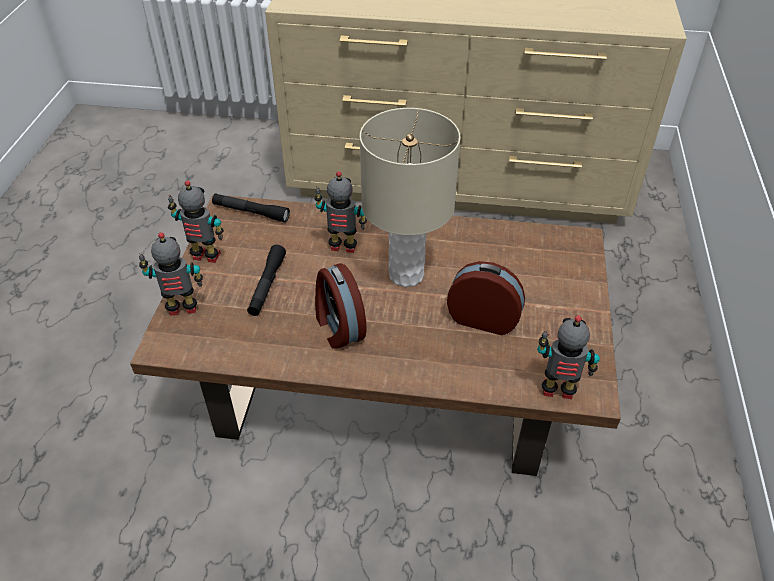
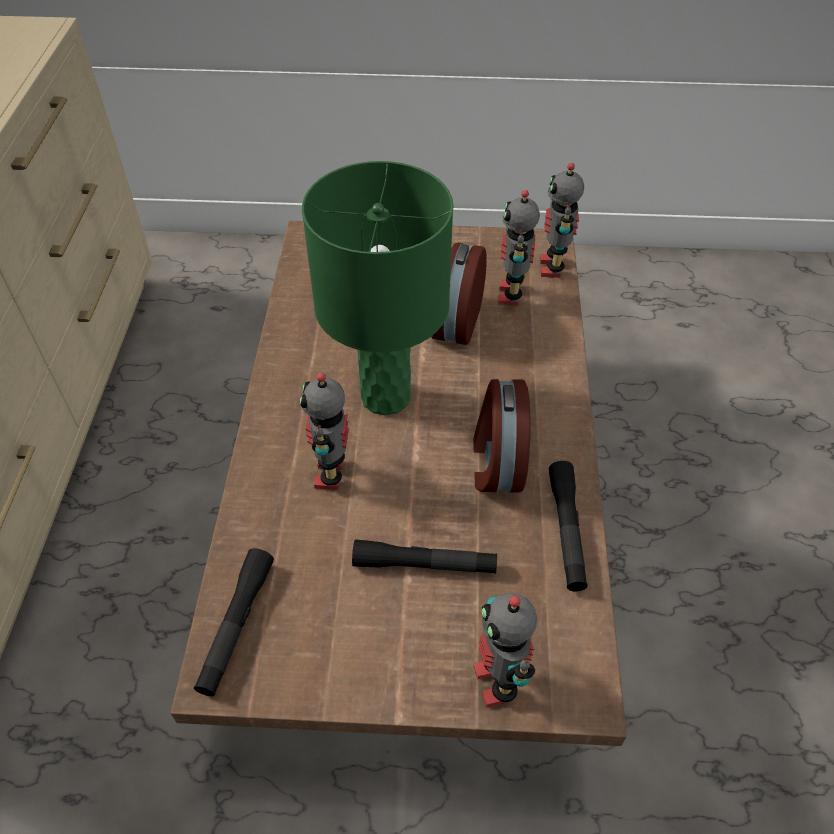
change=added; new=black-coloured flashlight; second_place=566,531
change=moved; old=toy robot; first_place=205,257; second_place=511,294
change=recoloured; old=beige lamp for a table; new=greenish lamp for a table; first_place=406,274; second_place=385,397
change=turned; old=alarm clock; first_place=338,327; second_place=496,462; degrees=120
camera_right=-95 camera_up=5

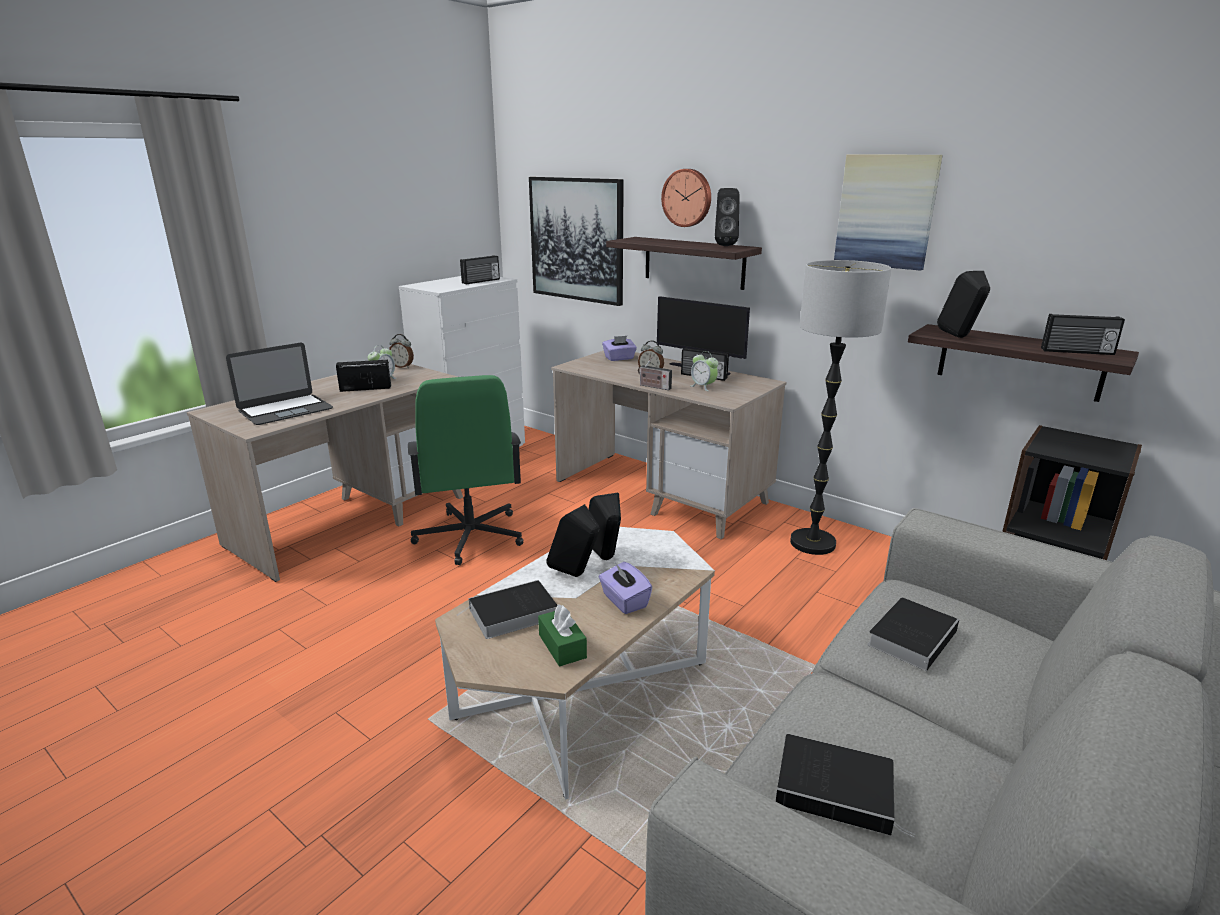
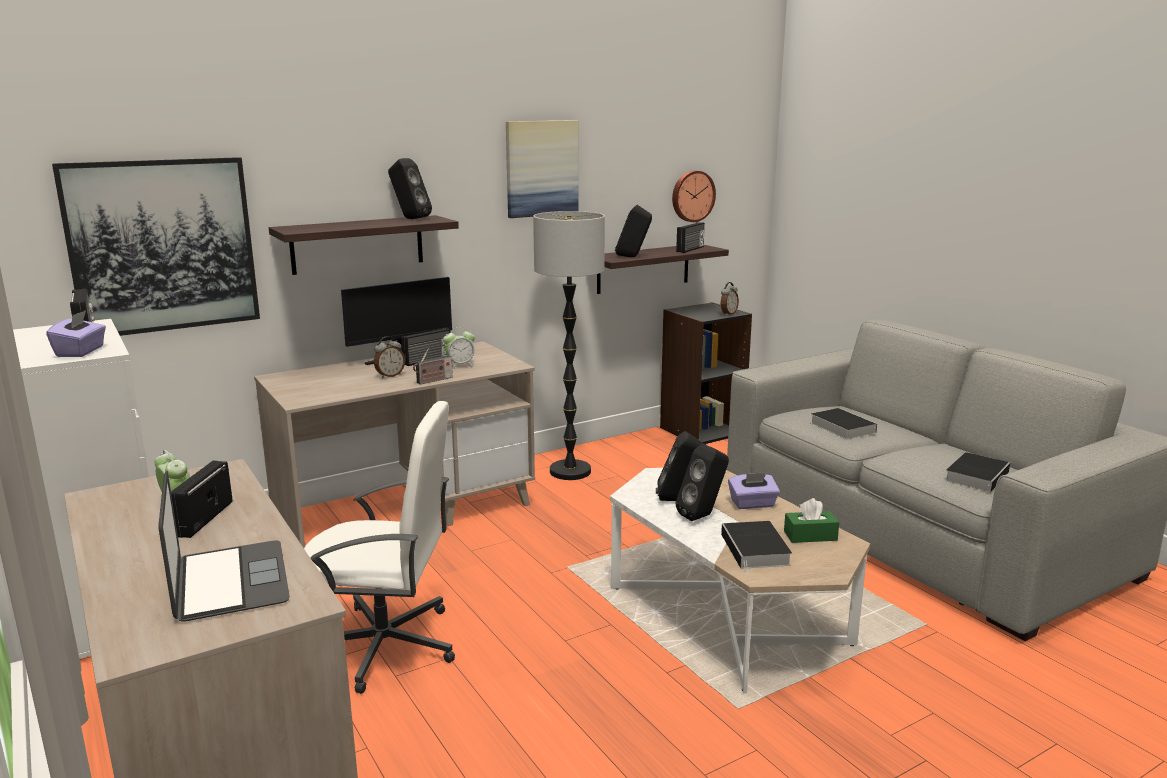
change=moved; old=alarm clock; first_place=402,367; second_place=728,314
change=moved; old=purple tissue box; first_place=619,358; second_place=81,352
change=moved; old=wall clock; first_place=687,198; second_place=692,196
change=recoloured; old=greenish office chair; new=white-coloured office chair; first_place=470,537; second_place=386,645
camera_right=-70 camera_up=-5

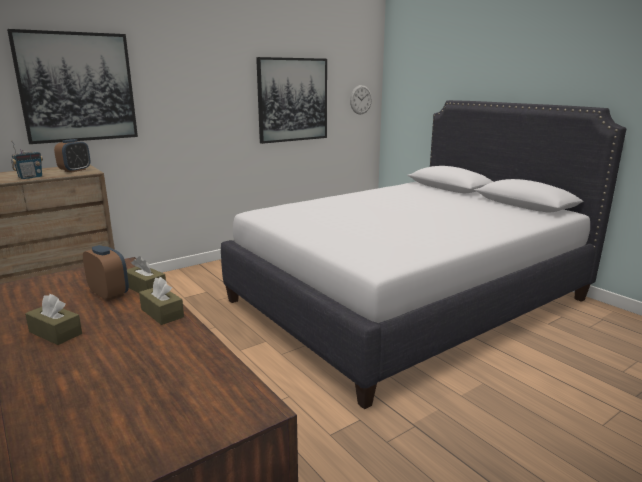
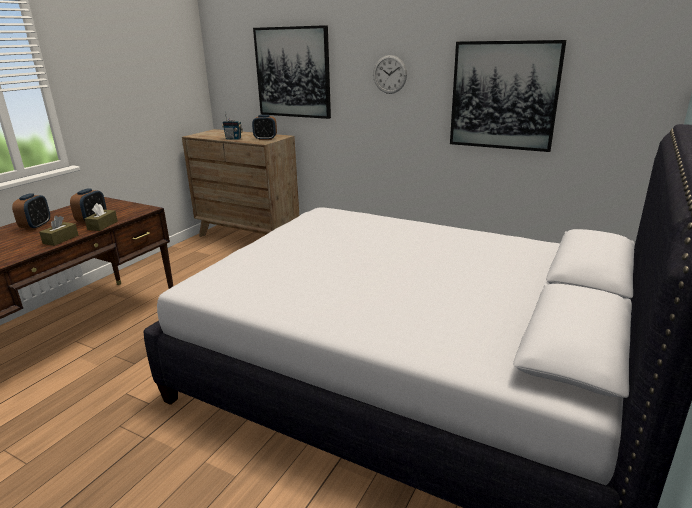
change=moved; old=wall clock; first_place=361,99; second_place=389,74
change=replaced; old=brownish tissue box; new=alarm clock; first_place=55,333; second_place=36,226
camera_right=65 camera_up=5

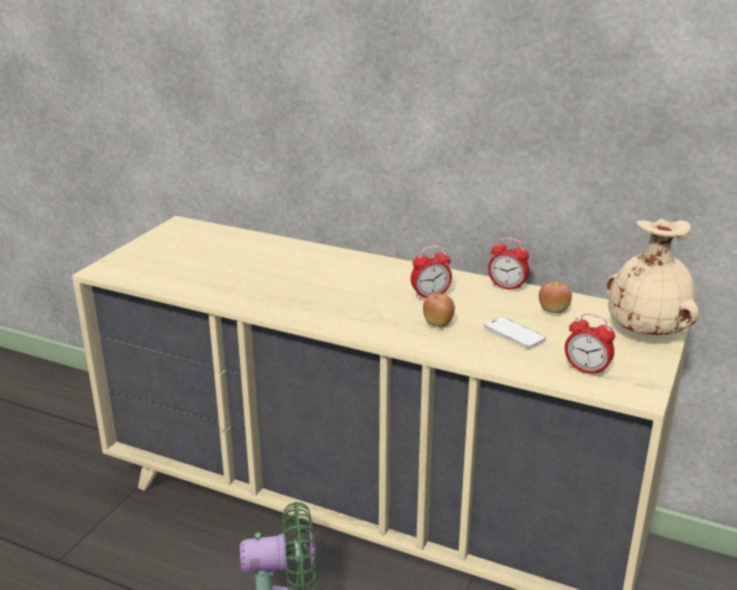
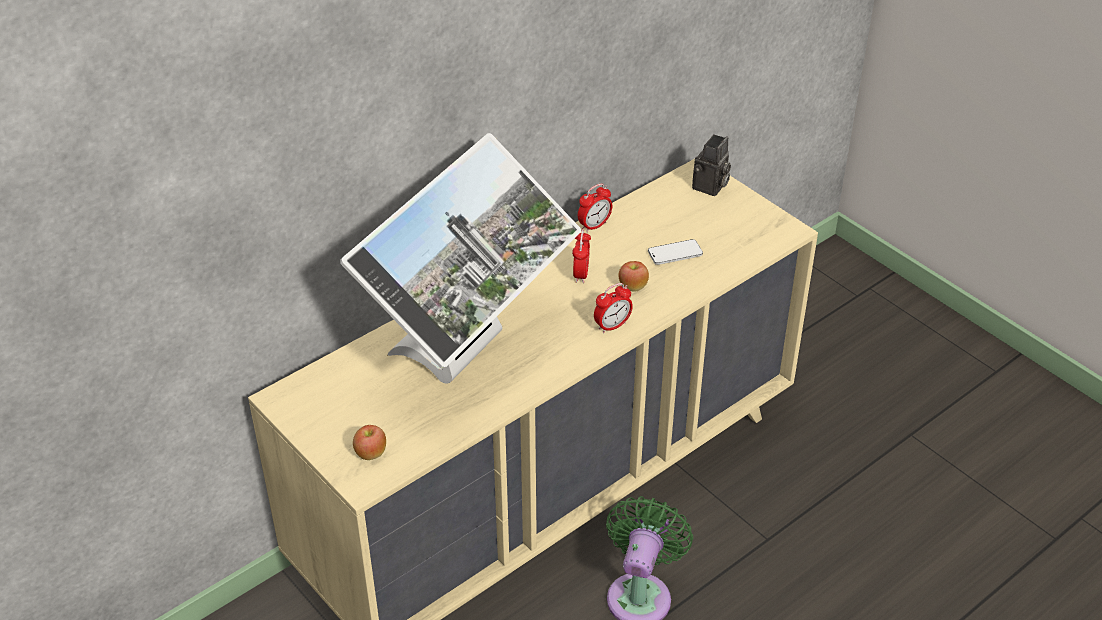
change=added; new=computer display; second_place=468,355
change=moved; old=apple fruit; first_place=553,311; second_place=371,454
change=moved; old=alarm clock; first_place=586,370; second_place=612,326
change=replaced; old=beige vase; new=photo camera; first_place=647,331; second_place=710,187
camera_right=-65 camera_up=15

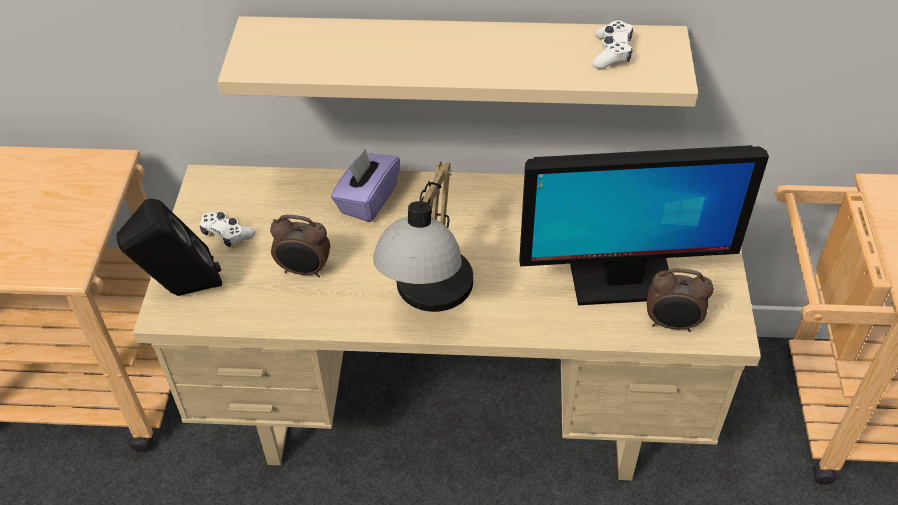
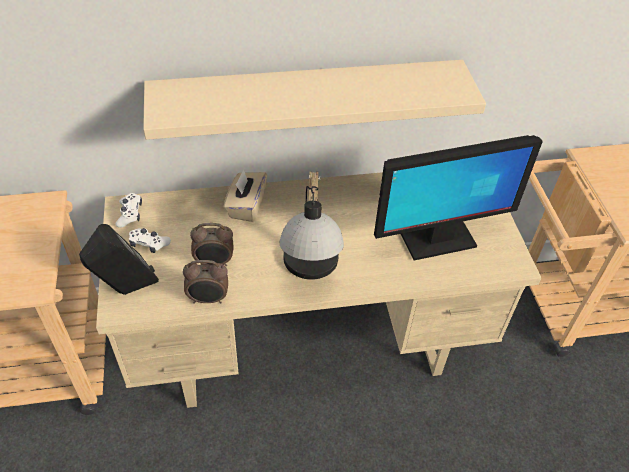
change=moved; old=white-coloured game controller; first_place=611,52; second_place=130,214
change=moved; old=alarm clock; first_place=672,324; second_place=208,299
change=recoloured; old=purple tissue box; new=beige tissue box; first_place=367,200; second_place=246,206
camera_right=-15 camera_up=0

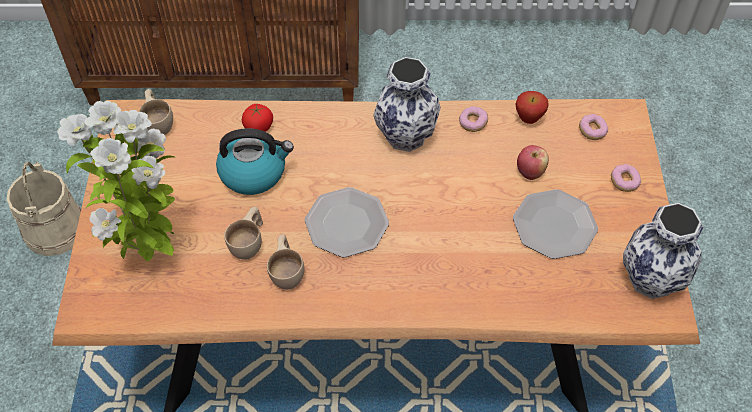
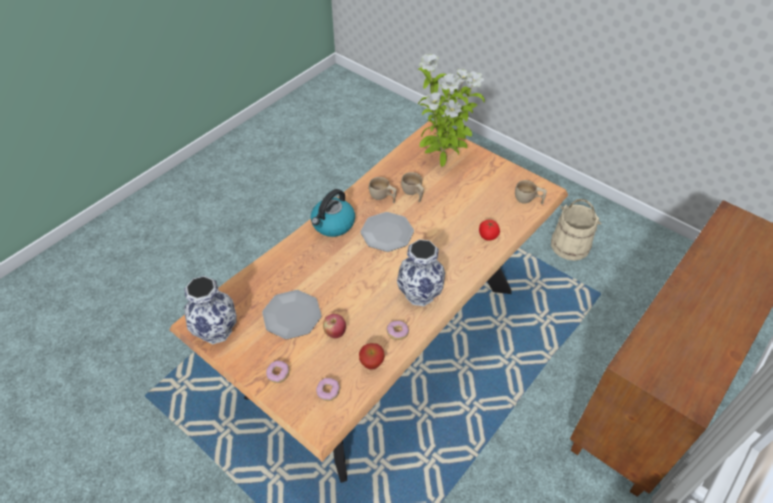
change=moved; old=water kettle; first_place=254,172; second_place=333,224
camera_right=130 camera_up=-5

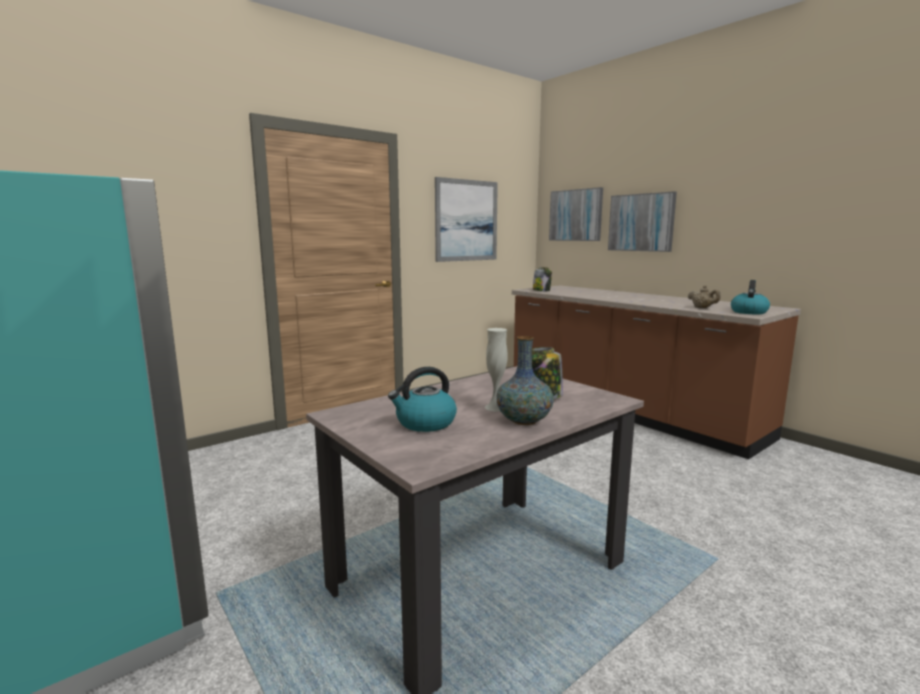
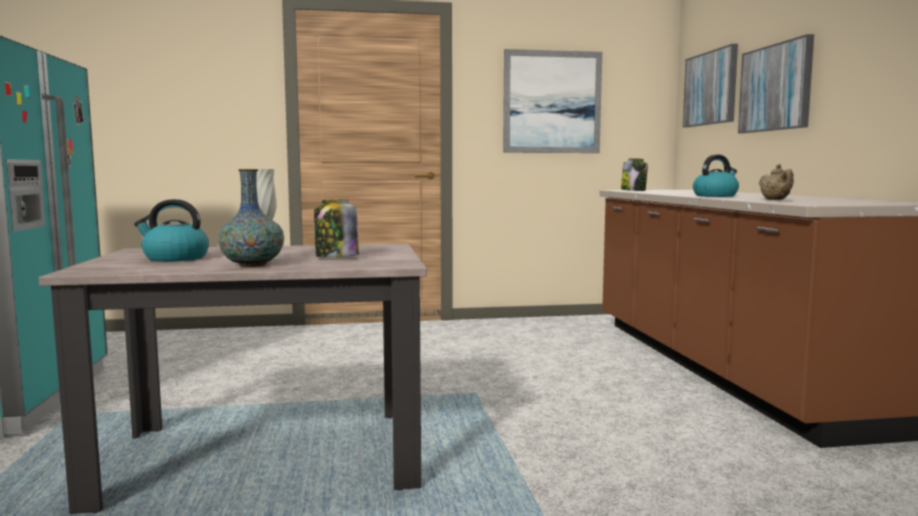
change=moved; old=water kettle; first_place=748,312; second_place=715,196
camera_right=30 camera_up=-5

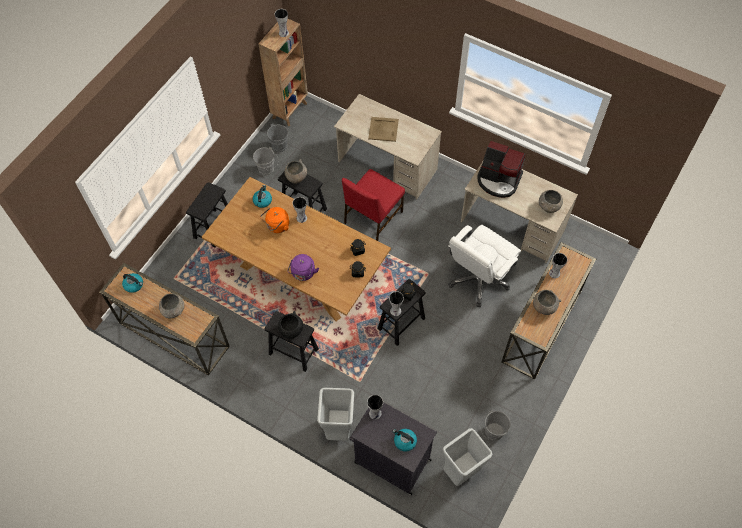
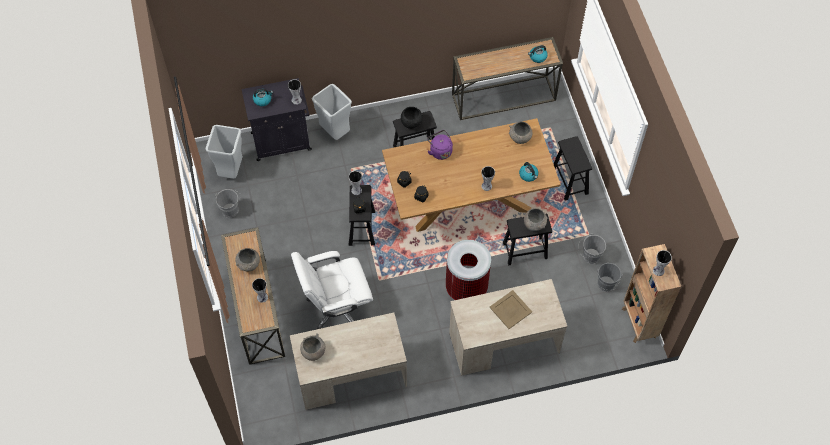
change=removed; old=orangey water kettle; first_place=277,226
change=removed; old=coffee machine; first_place=498,180
change=moved; old=greyish bowl; first_place=174,310; second_place=520,138
change=replaced; old=red-coloured chair; new=waste bin; first_place=372,218; second_place=466,288
change=turned; old=white-coloured office chair; first_place=478,279; second_place=337,307; degrees=-105
camera_right=135 camera_up=0

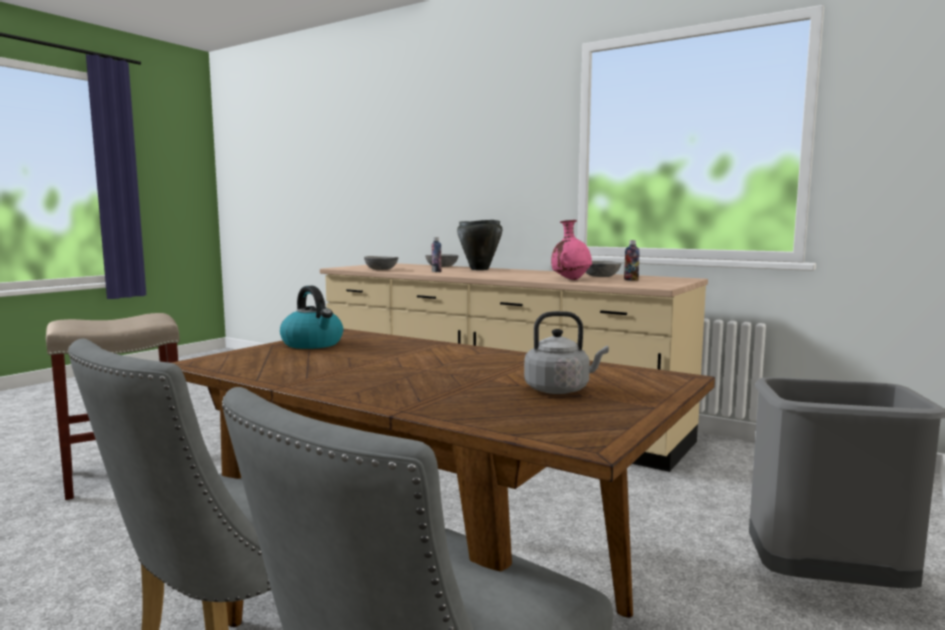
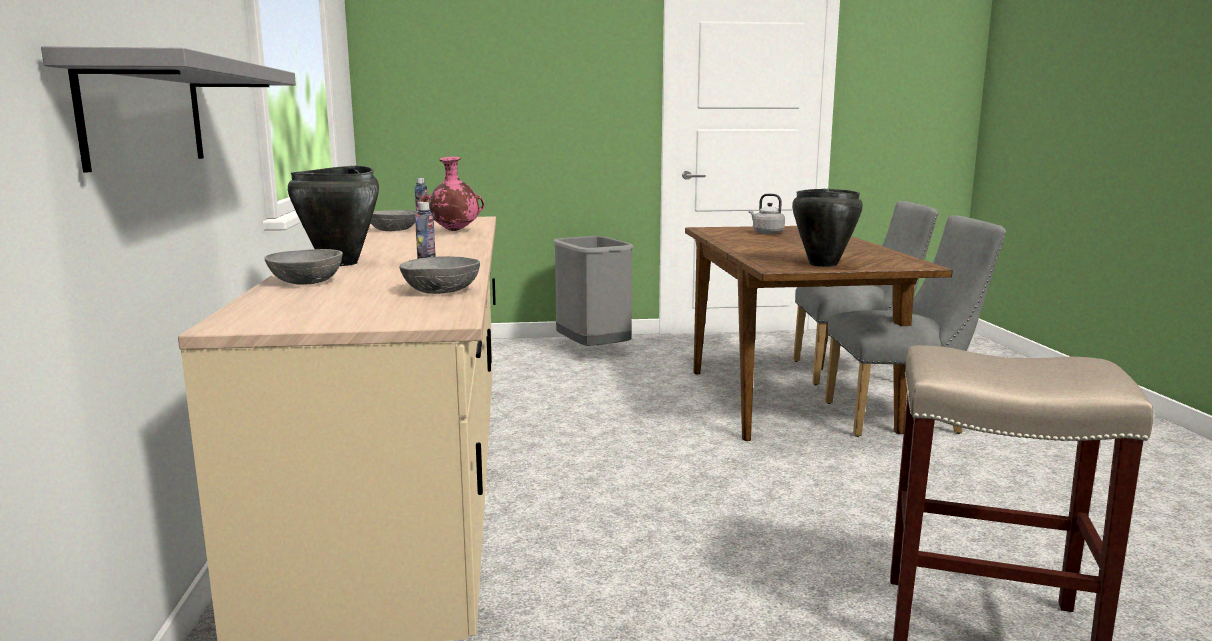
change=added; new=greyish bracket shelf; second_place=144,113
change=replaced; old=water kettle; new=black-coloured cooking pot; first_place=313,344; second_place=822,264
camera_right=-130 camera_up=5

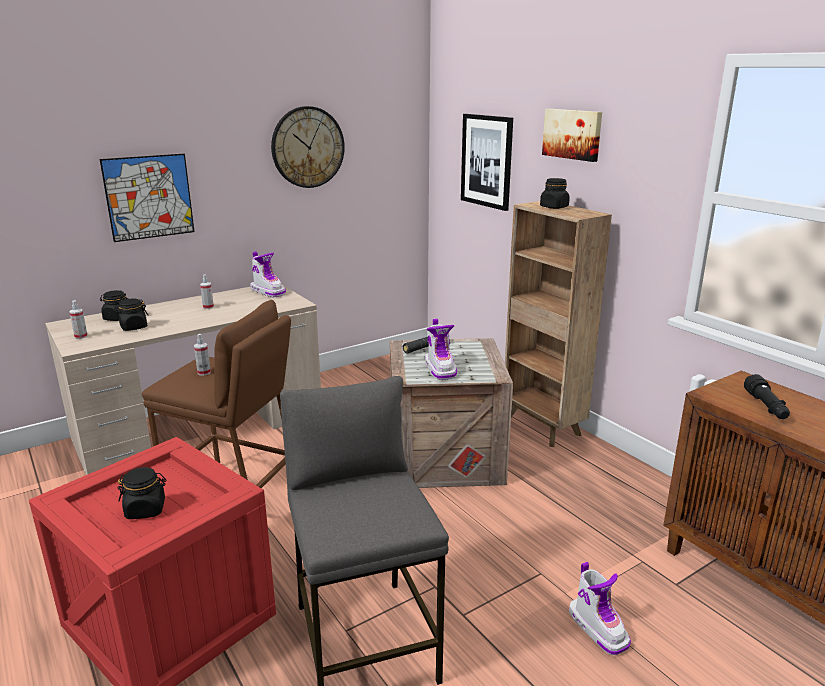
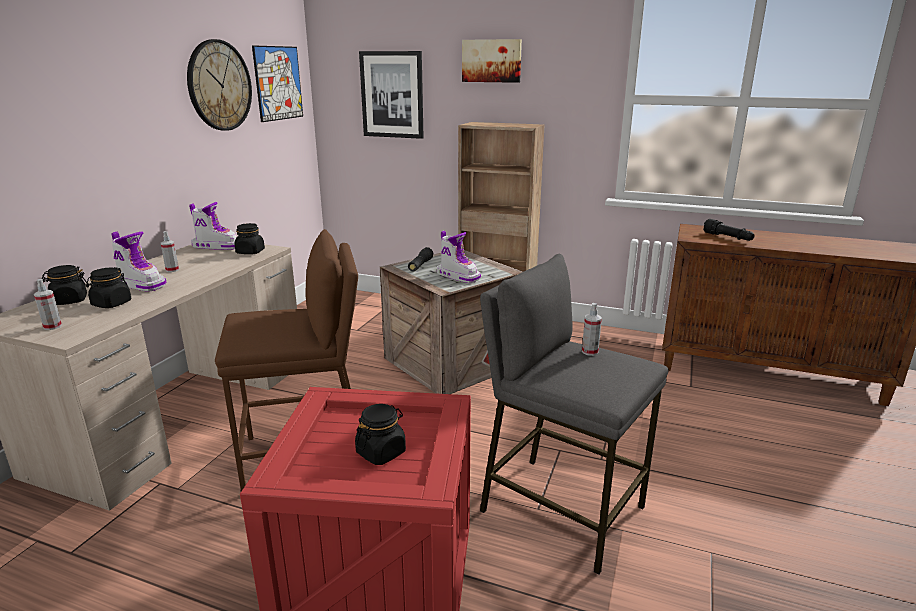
change=moved; old=picture; first_place=149,197; second_place=278,83
change=moved; old=hand sprayer; first_place=204,372; second_place=590,352
change=moved; old=black-coloured storage jar; first_place=554,207; second_place=250,252
change=moved; old=boot; first_place=598,628; second_place=141,284
camera_right=-35 camera_up=0

